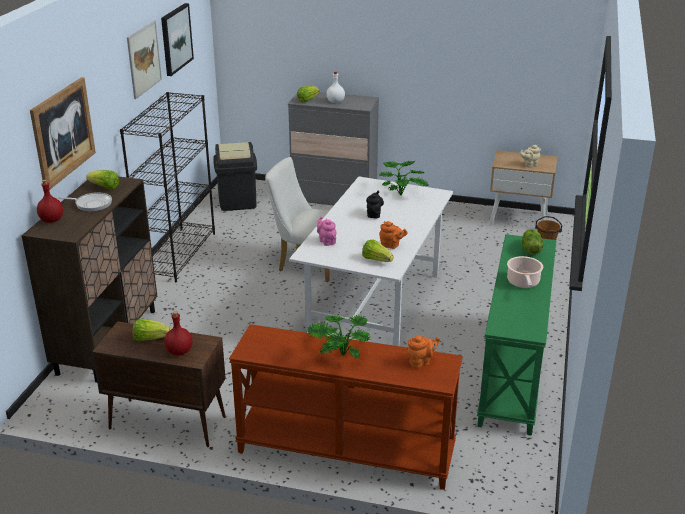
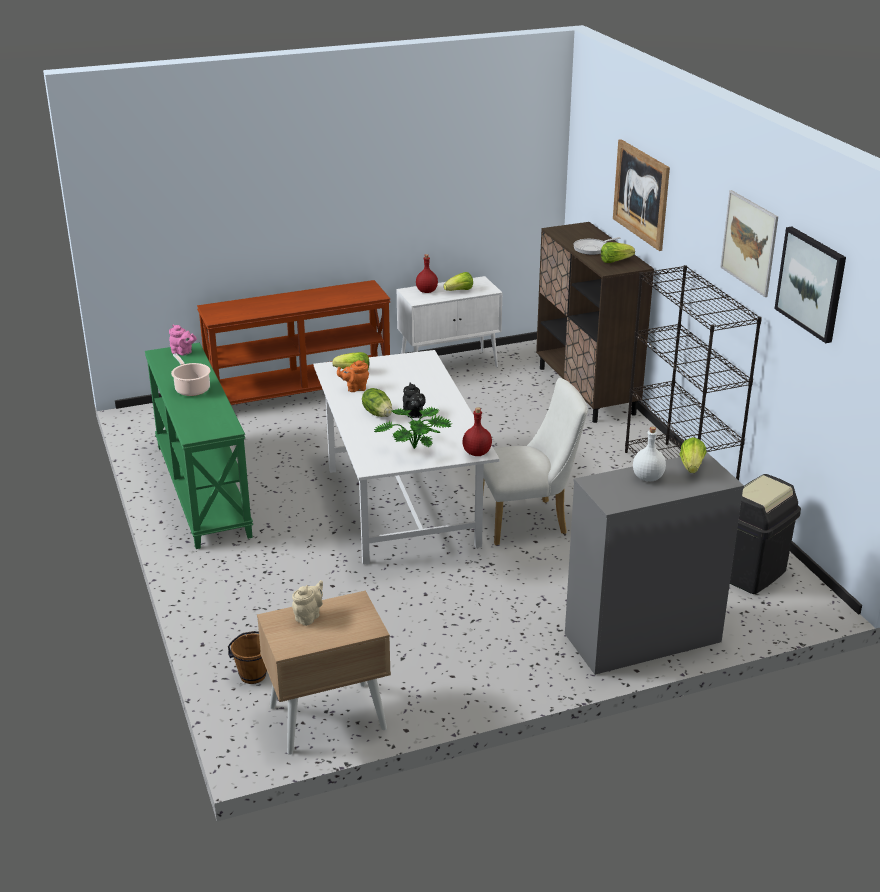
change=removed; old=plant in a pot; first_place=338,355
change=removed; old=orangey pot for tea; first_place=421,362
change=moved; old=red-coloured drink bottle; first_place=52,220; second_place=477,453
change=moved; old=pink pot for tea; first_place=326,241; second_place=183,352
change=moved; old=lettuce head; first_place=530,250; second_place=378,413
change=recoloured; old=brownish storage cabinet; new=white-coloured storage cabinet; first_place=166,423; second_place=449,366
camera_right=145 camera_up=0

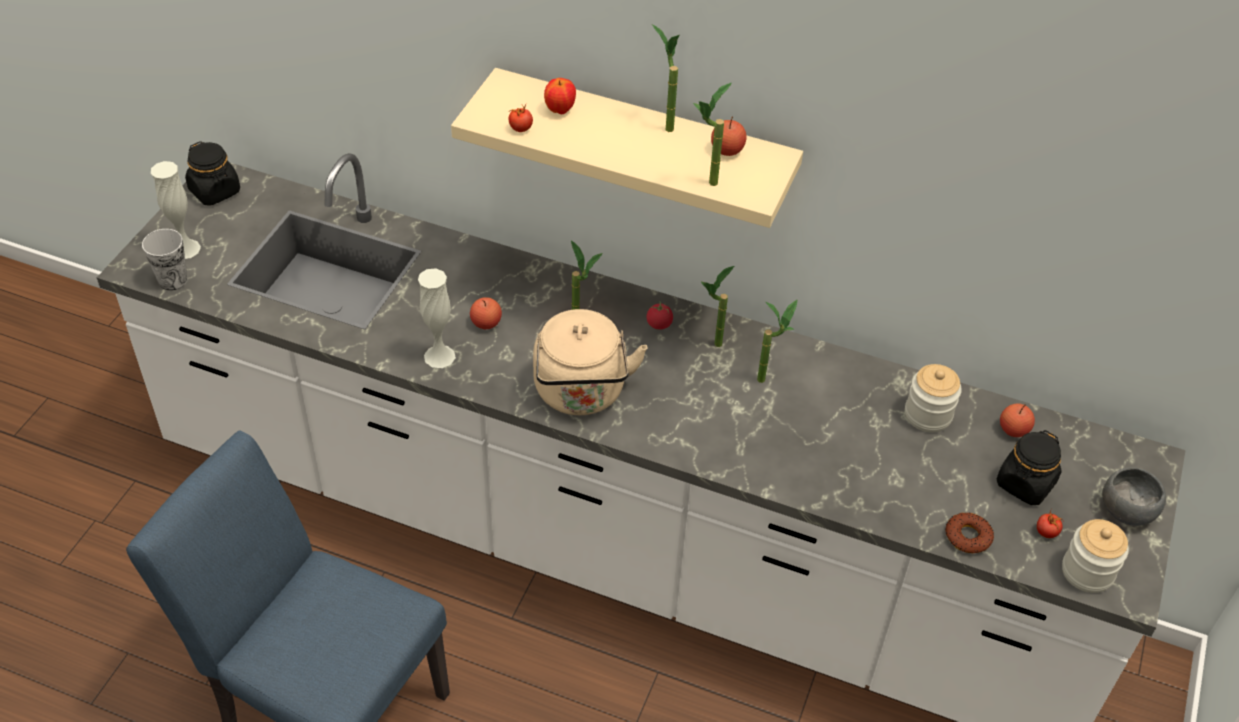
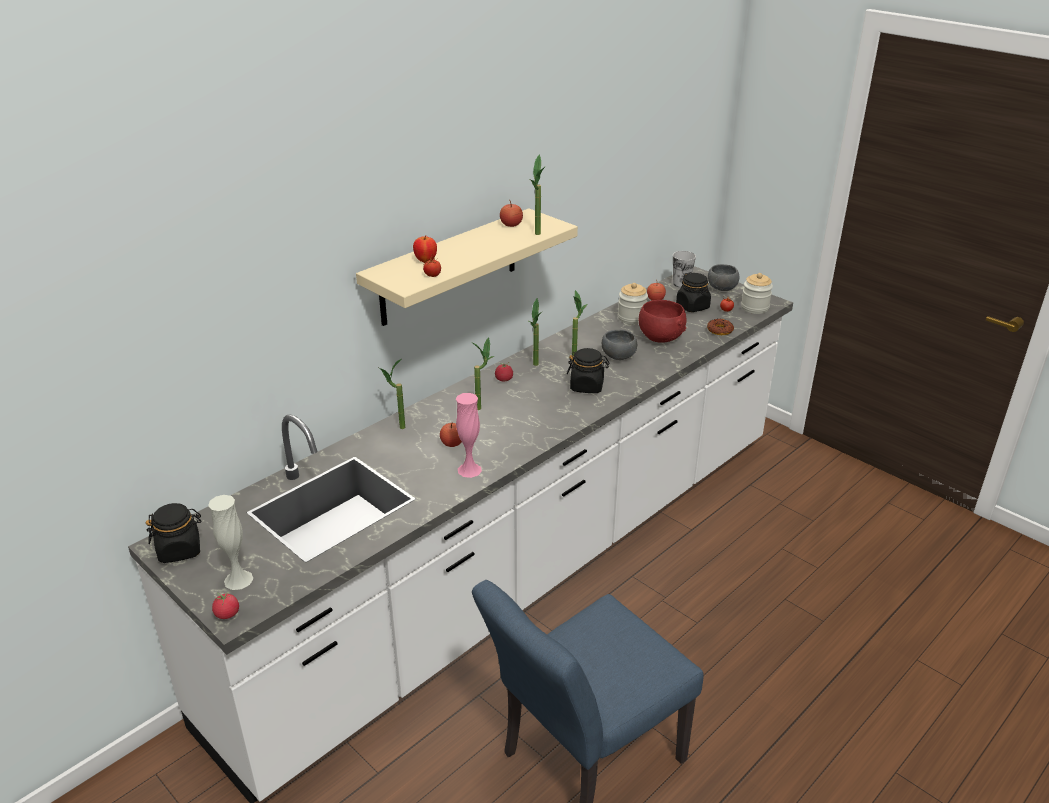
change=removed; old=beige water kettle; first_place=581,394
change=added; new=fresh tomato; second_place=227,614
change=added; new=black-coloured storage jar; second_place=587,386
change=added; new=greyish bowl; second_place=618,357
change=added; new=red-coloured bowl; second_place=660,338
change=moved; old=cup; first_place=173,280; second_place=681,284
change=moved; old=plant in a pot; first_place=663,124; second_place=396,428
change=recoloured; old=white-coloured vase; new=pink vase; first_place=439,356; second_place=469,470
camera_right=-65 camera_up=-15

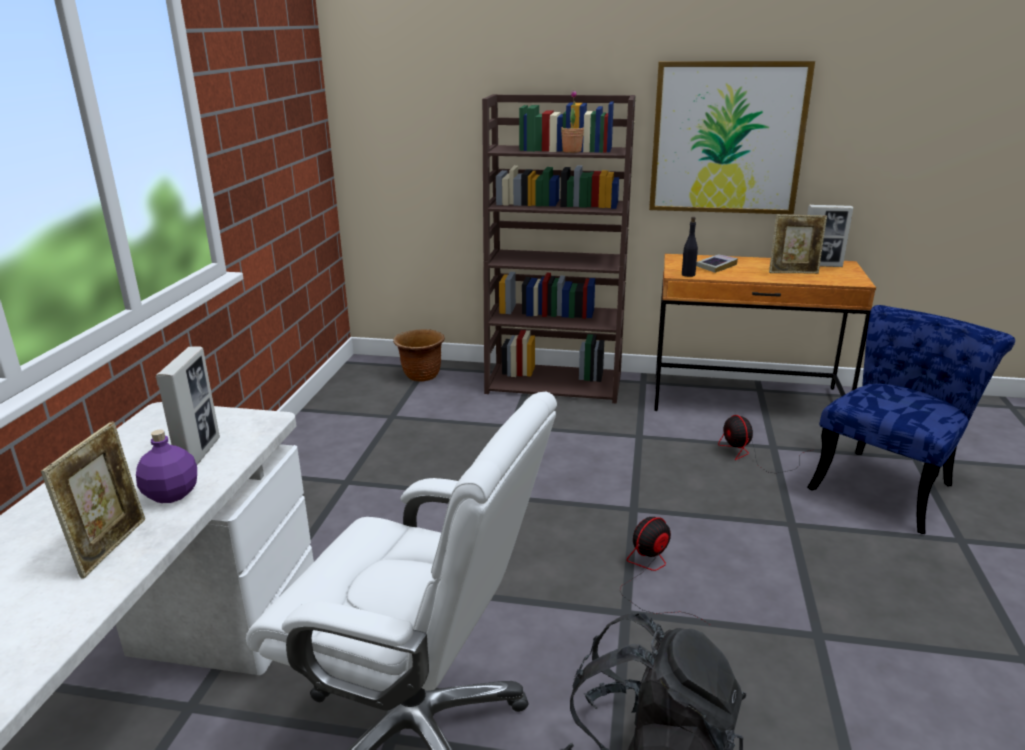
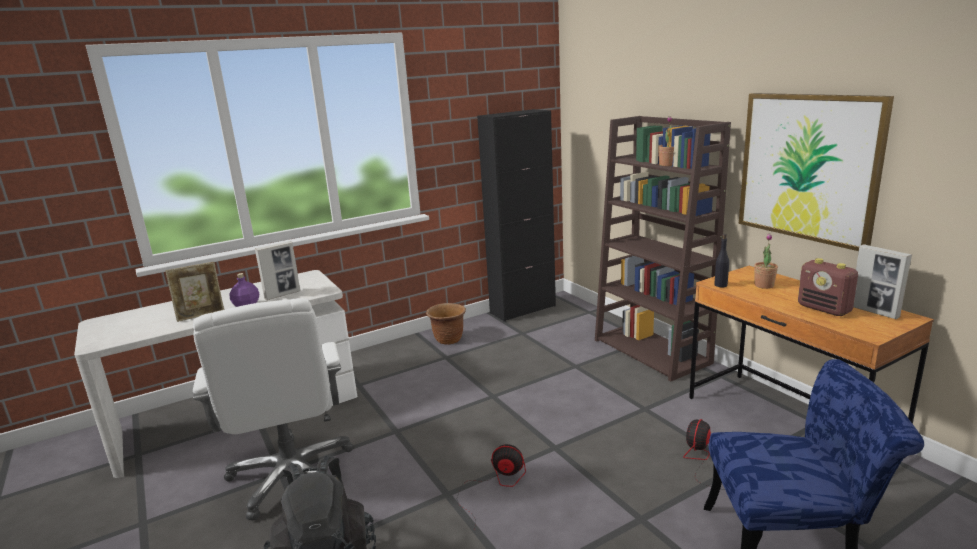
change=added; new=black-coloured storage cabinet; second_place=523,309
change=moved; old=brownish planter; first_place=421,376; second_place=448,339
change=replaced; old=book; new=plant in a pot; first_place=716,266; second_place=764,285
change=replaced; old=picture frame; new=radio receiver; first_place=793,272; second_place=824,309
camera_right=50 camera_up=-5

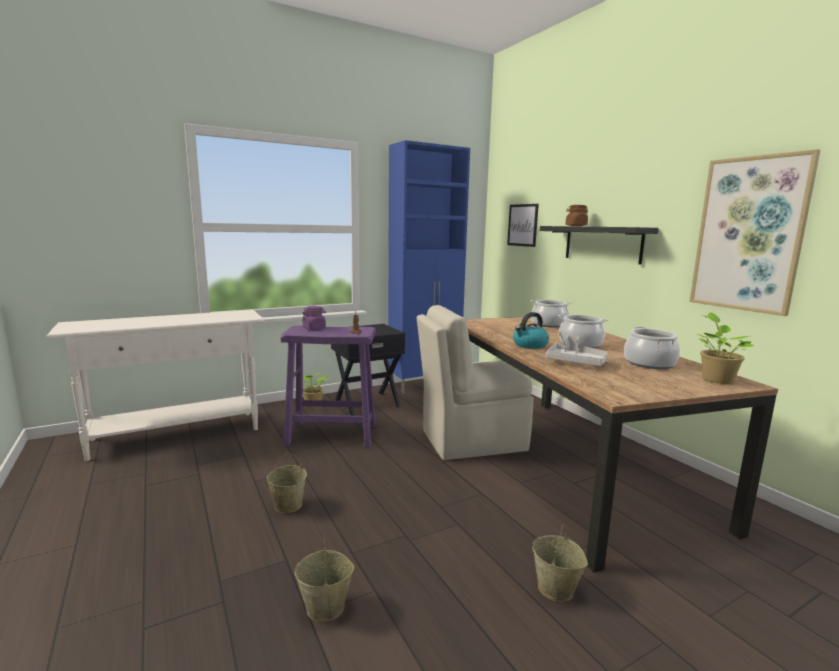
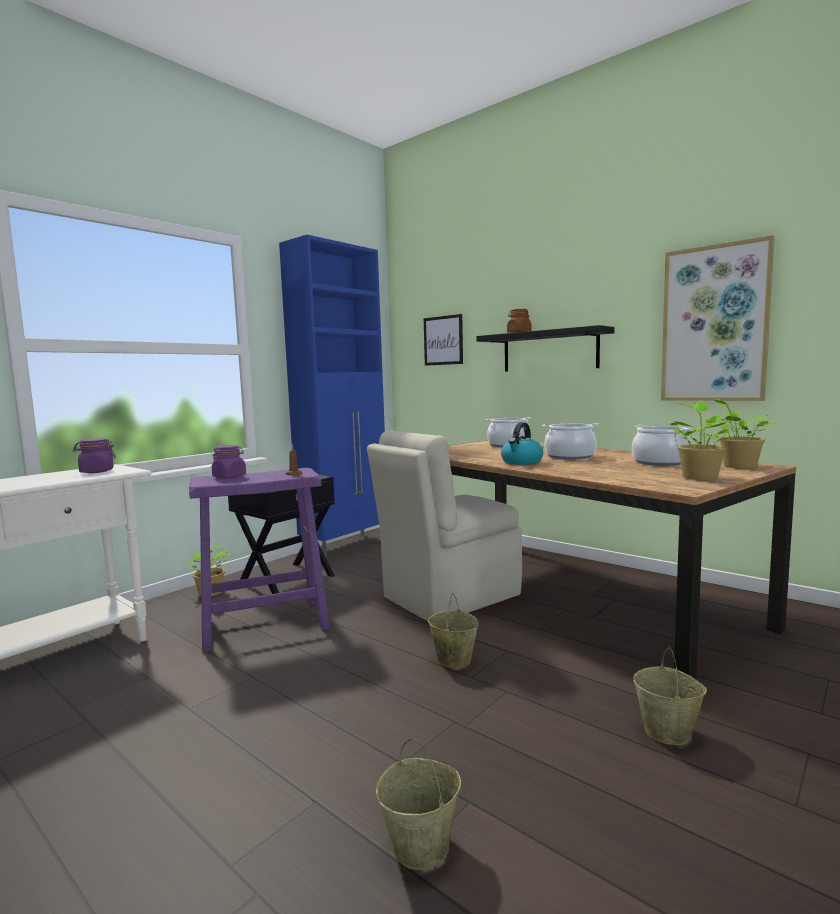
change=removed; old=greyish tray; first_place=576,362
change=added; new=purple storage jar; second_place=96,471
change=added; new=plant in a pot; second_place=699,477
change=moved; old=beige water bucket; first_place=288,505; second_place=453,659
camera_right=-20 camera_up=-5

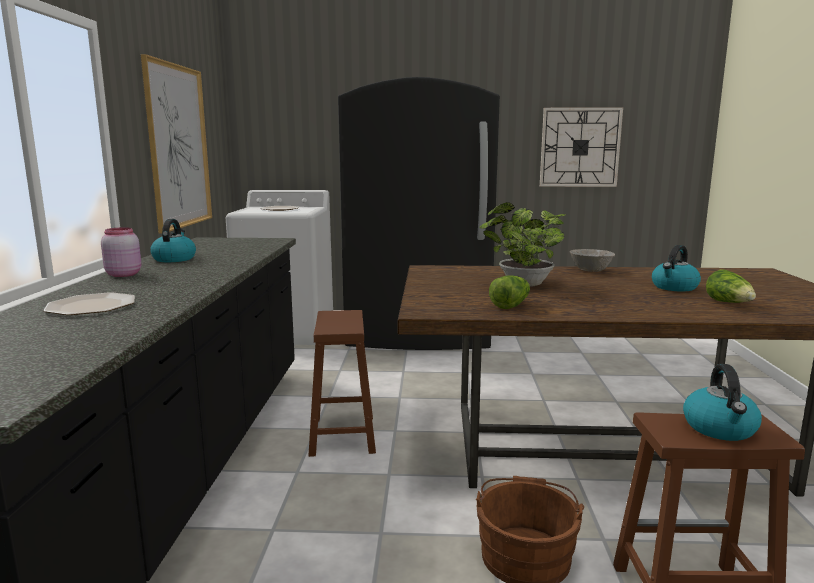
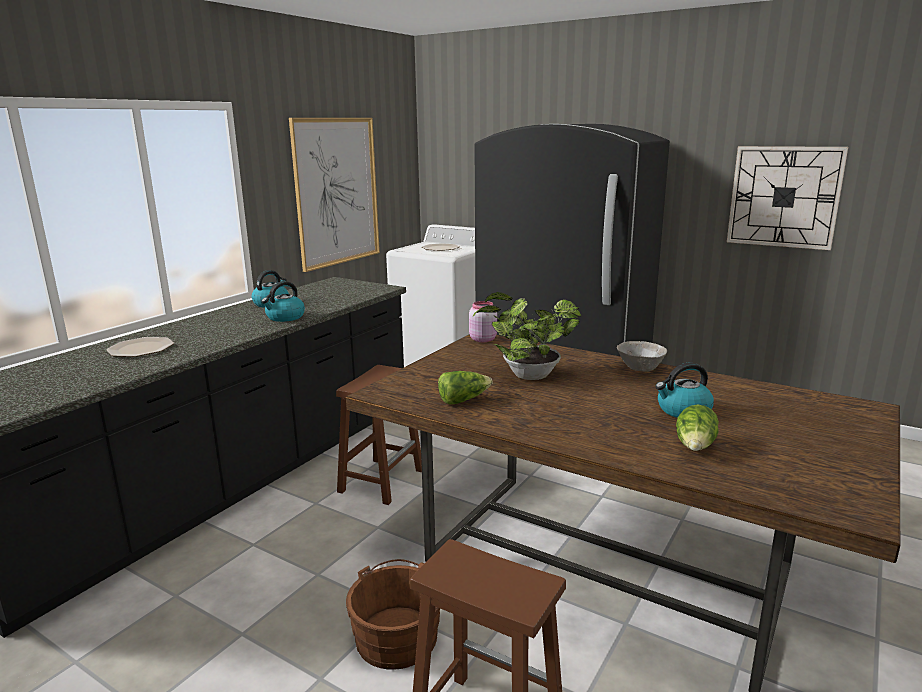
change=moved; old=pink storage jar; first_place=123,274; second_place=482,339
change=moved; old=water kettle; first_place=720,429; second_place=285,317
camera_right=30 camera_up=5

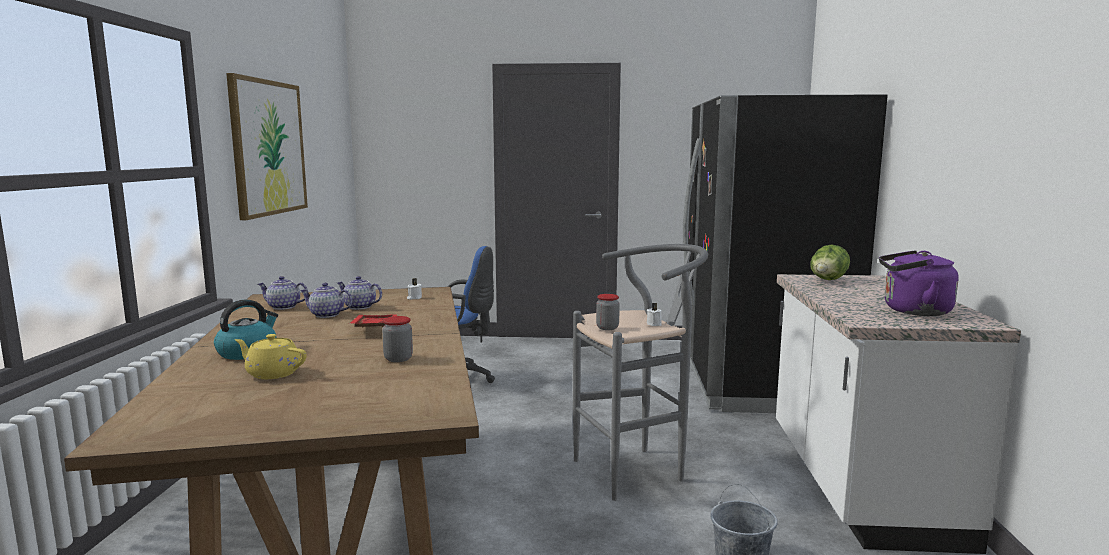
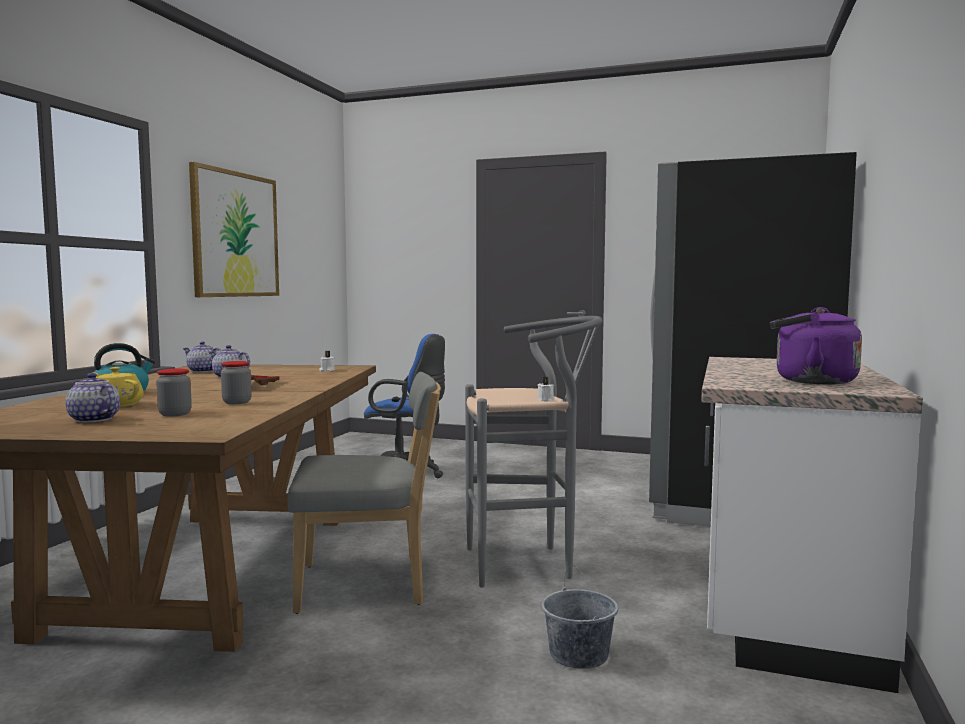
change=removed; old=lettuce head; first_place=828,281
change=added; new=greyish chair; second_place=369,584
change=moved; old=pot for tea; first_place=359,307; second_place=92,420
change=moved; old=storage jar; first_place=607,328; second_place=175,414
camera_right=15 camera_up=-5

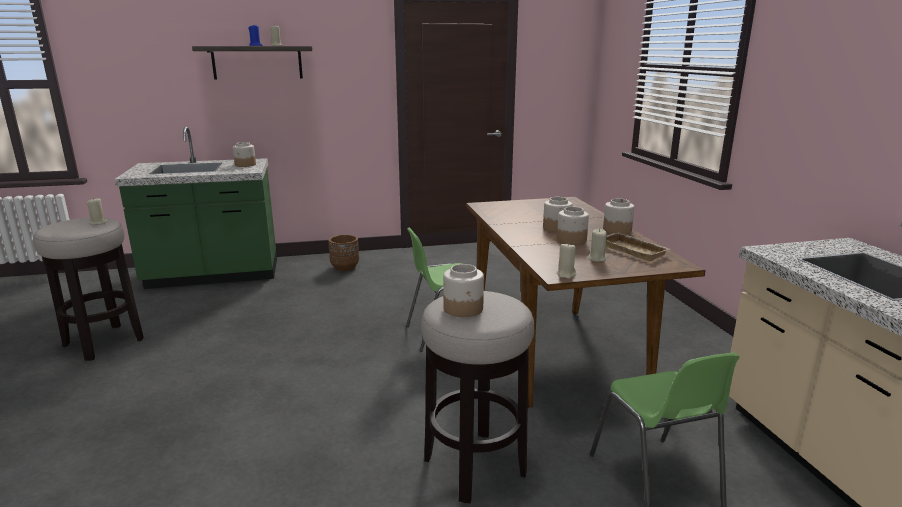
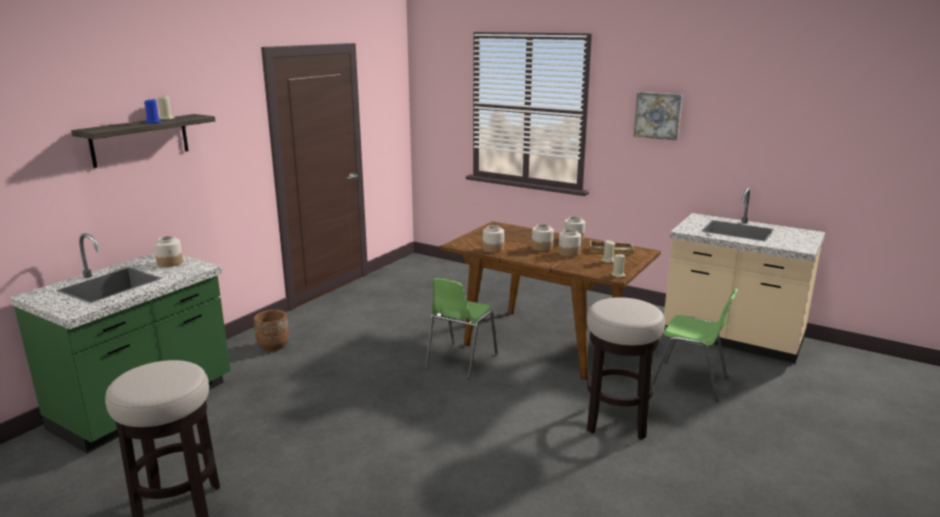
change=removed; old=beige wax candle; first_place=98,223
change=added; new=picture; second_place=658,115
change=moved; old=storage jar; first_place=463,309; second_place=493,249
camera_right=-45 camera_up=0

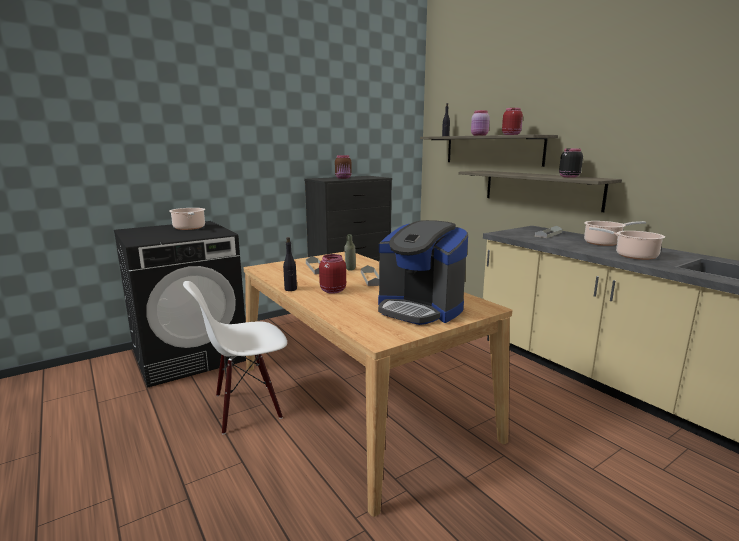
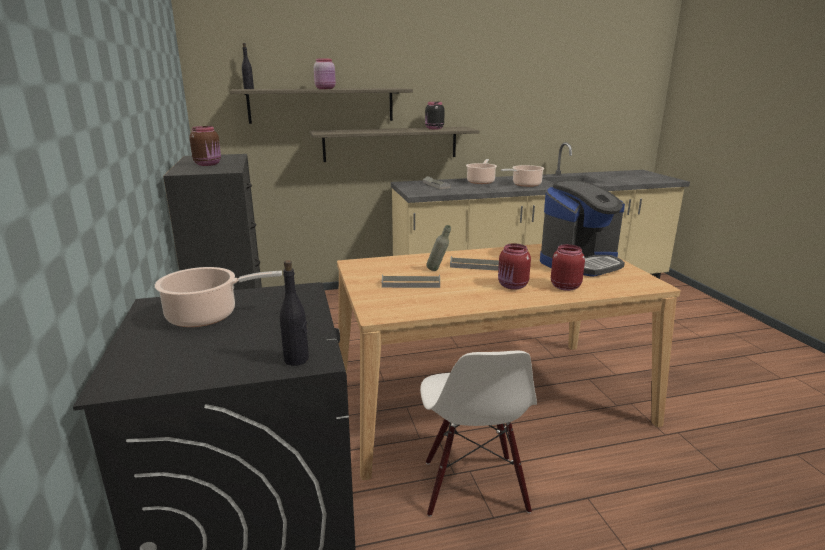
change=moved; old=black-coloured drink bottle; first_place=290,289; second_place=296,359
change=moved; old=red-coloured storage jar; first_place=511,135; second_place=564,286
camera_right=-70 camera_up=5

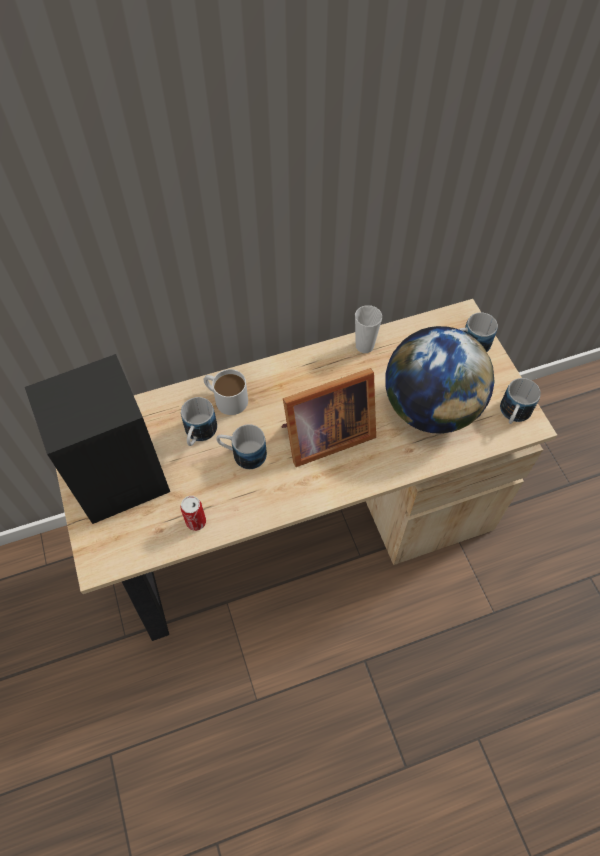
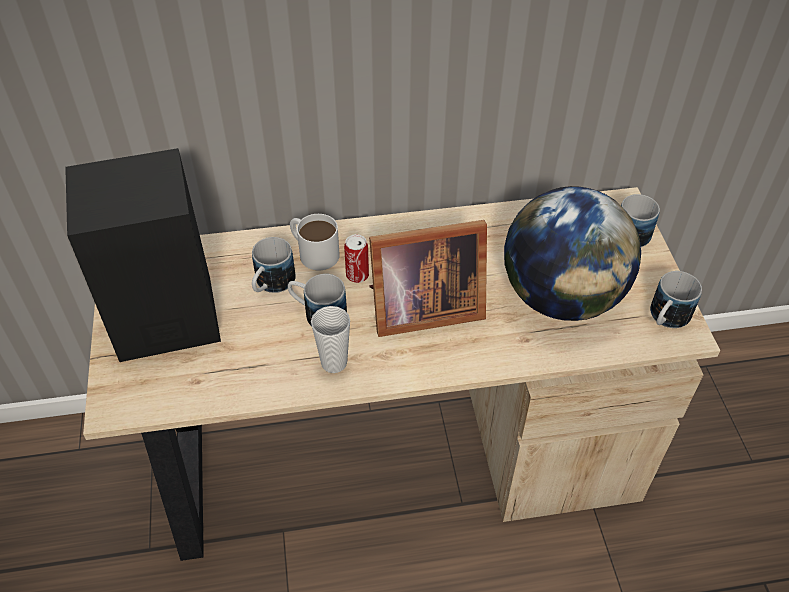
change=moved; old=metal can; first_place=196,522; second_place=357,275
change=moved; old=cup; first_place=364,346; second_place=334,363
camera_right=10 camera_up=-10

